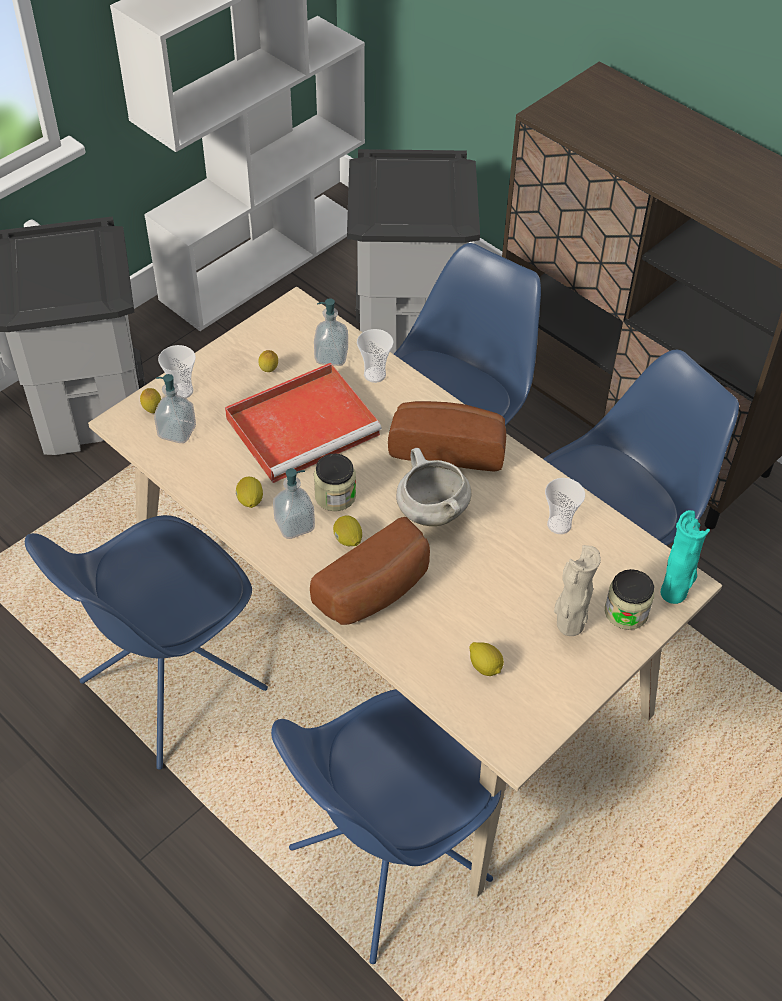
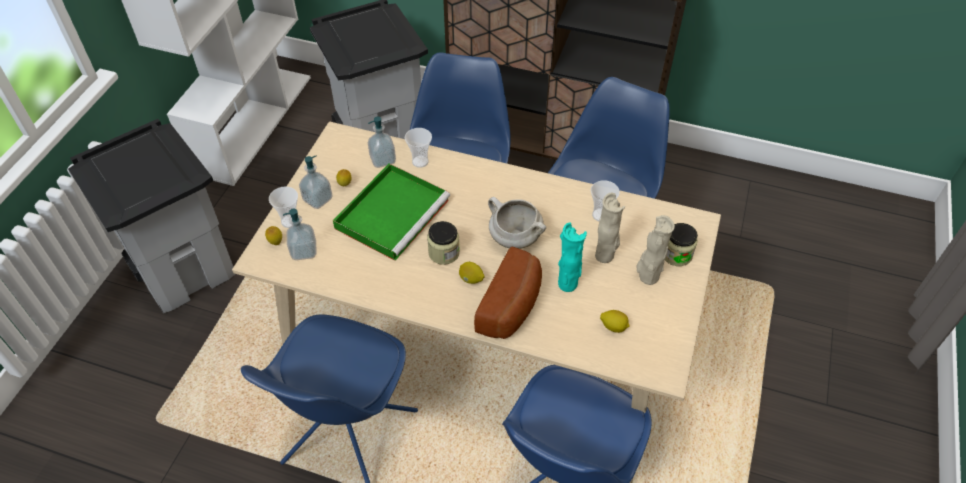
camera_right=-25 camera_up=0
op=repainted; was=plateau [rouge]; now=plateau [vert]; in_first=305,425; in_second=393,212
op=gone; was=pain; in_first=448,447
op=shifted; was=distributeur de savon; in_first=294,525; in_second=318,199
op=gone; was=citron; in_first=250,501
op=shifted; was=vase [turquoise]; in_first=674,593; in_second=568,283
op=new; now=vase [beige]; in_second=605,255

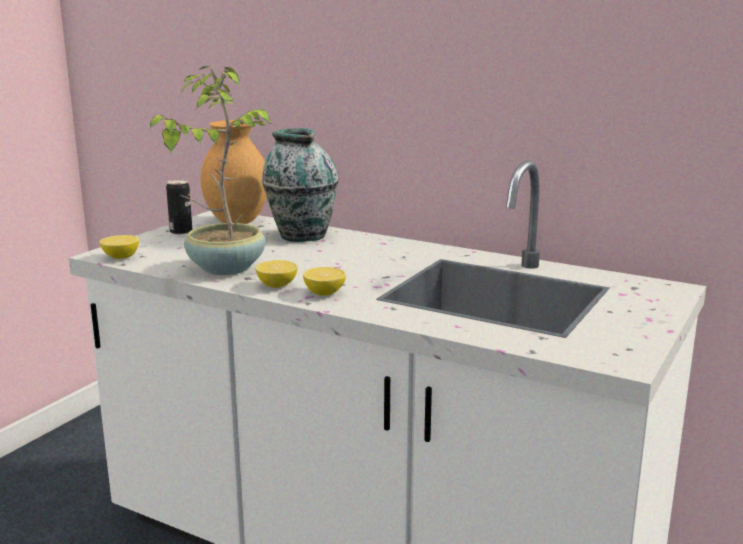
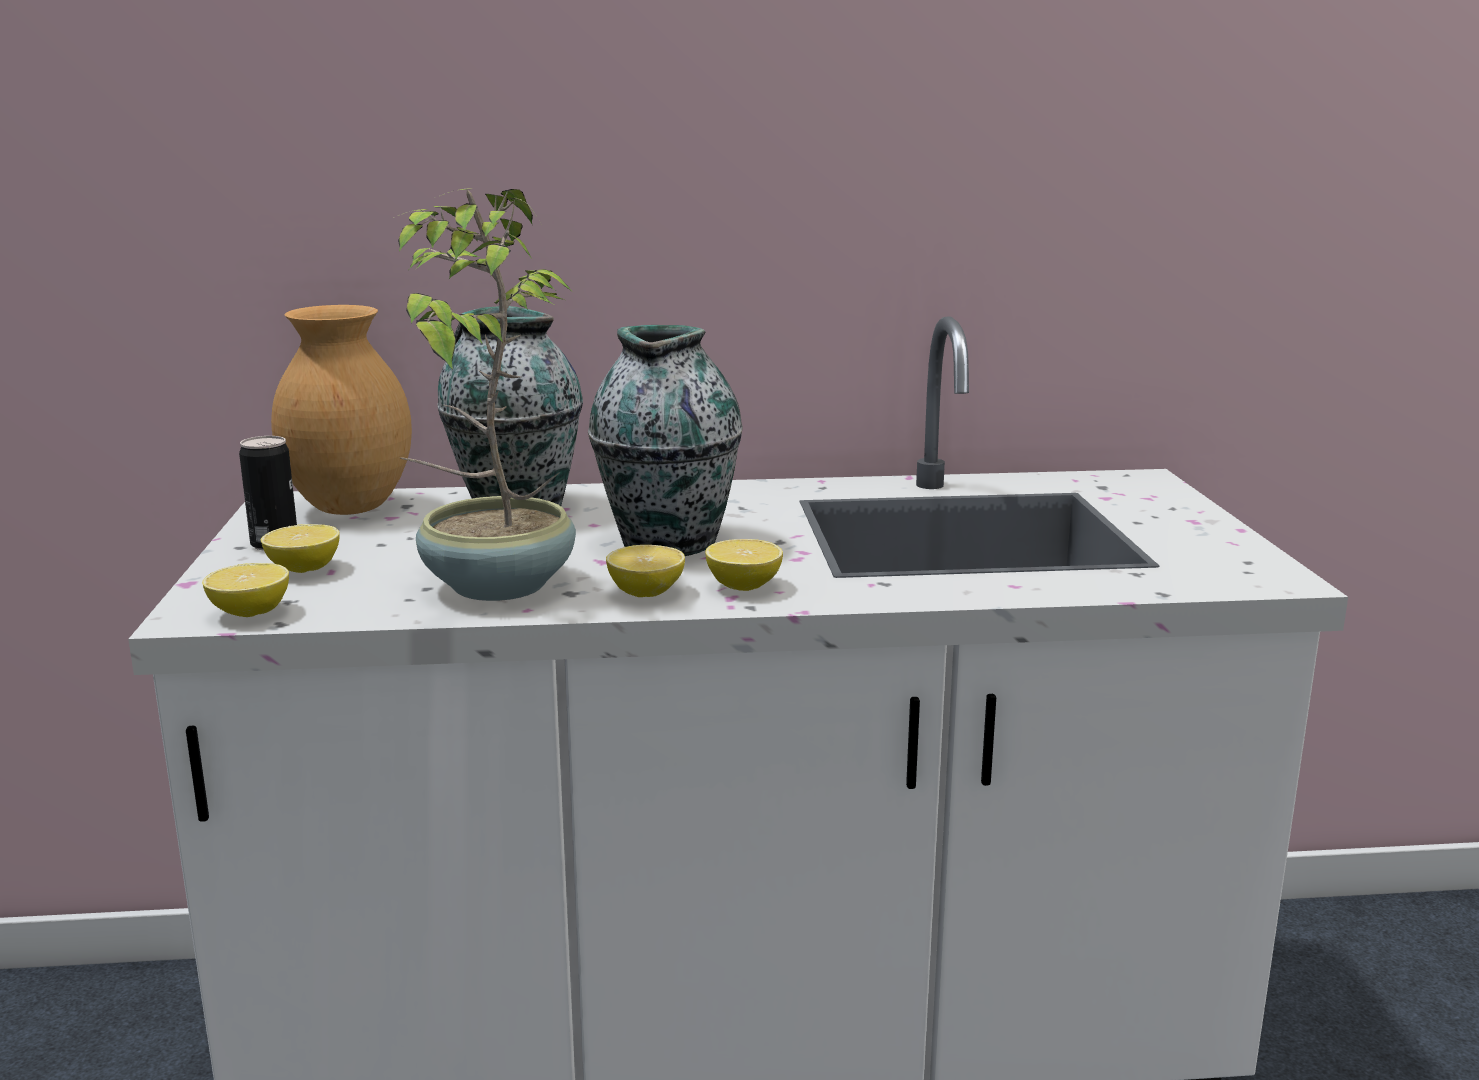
camera_right=-35 camera_up=0
op=new; now=vase; in_second=668,542
op=new; now=citron; in_second=304,569

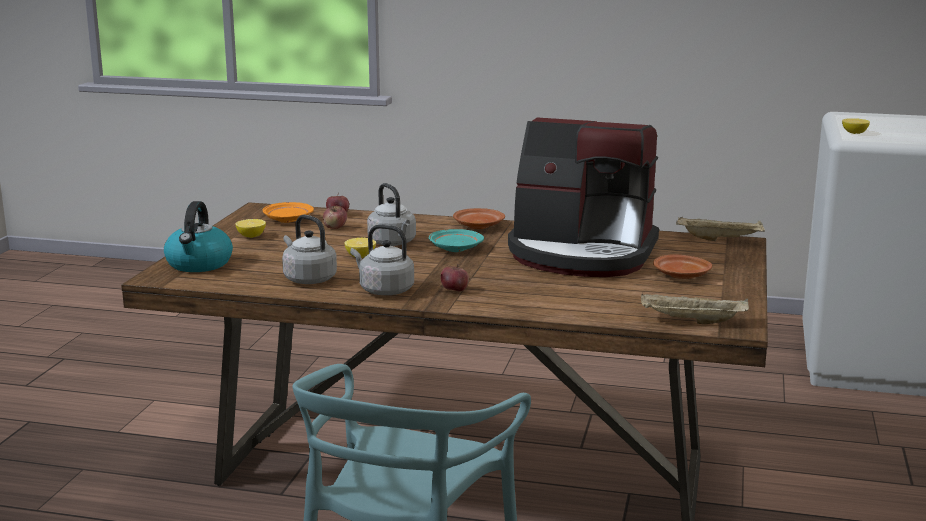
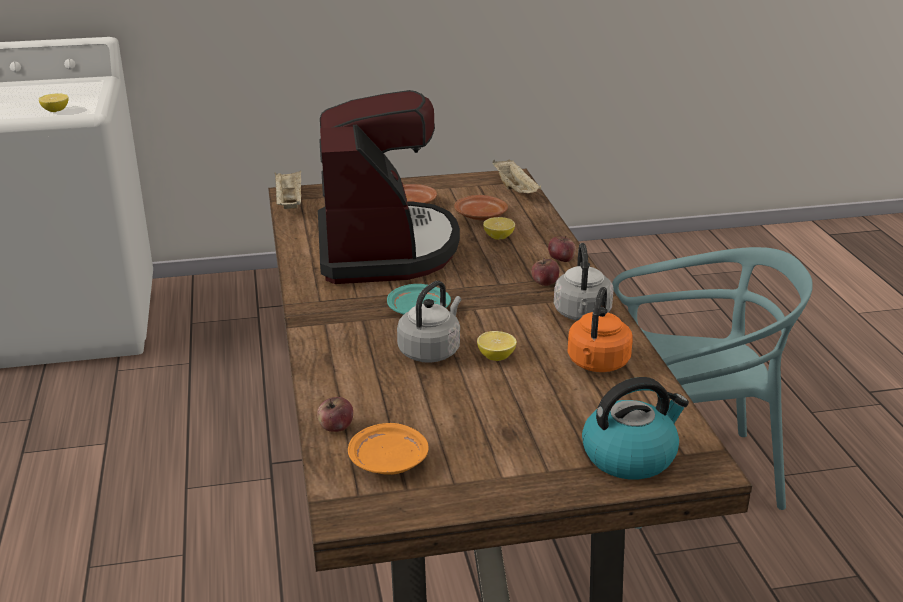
camera_right=-115 camera_up=10
op=shifted; was=pomme; in_first=335,227; in_second=561,259
op=shifted; was=assiette [marron]; in_first=478,226; in_second=481,216
op=repainted; was=bouilloire [gris]; now=bouilloire [orange]; in_first=308,279; in_second=597,364
op=shifted; was=citron; in_first=251,236; in_second=498,237

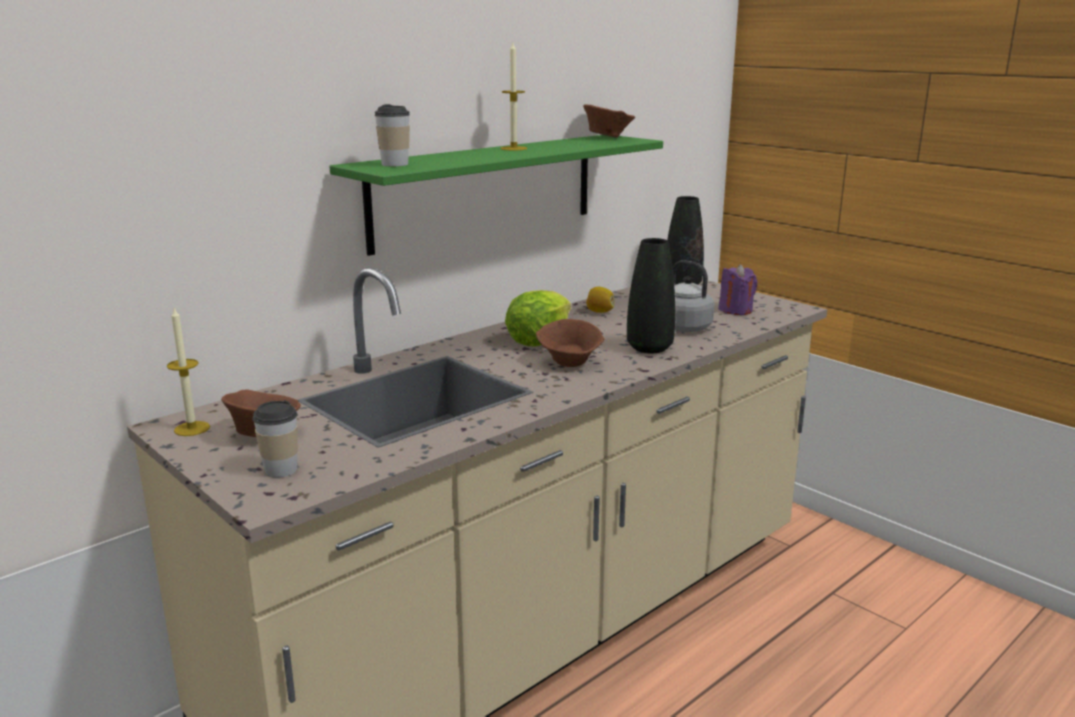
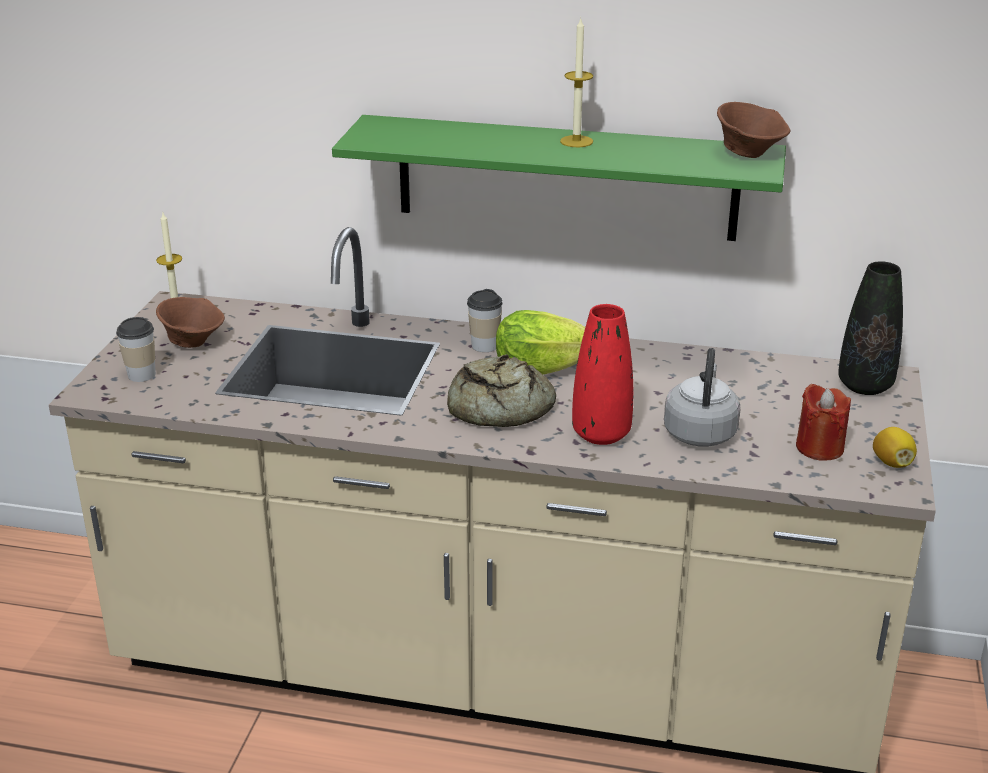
camera_right=55 camera_up=10
op=shifted; was=tasse; in_first=395,164; in_second=484,346
op=repainted; was=vase [noir]; now=vase [rouge]; in_first=649,348; in_second=601,434
op=repainted; was=bougie [violet]; now=bougie [rouge]; in_first=736,310; in_second=819,447
op=shifted; was=citron; in_first=599,312; in_second=892,463
op=swapped; was=bol [marron]; now=pain; in_first=570,363; in_second=498,407

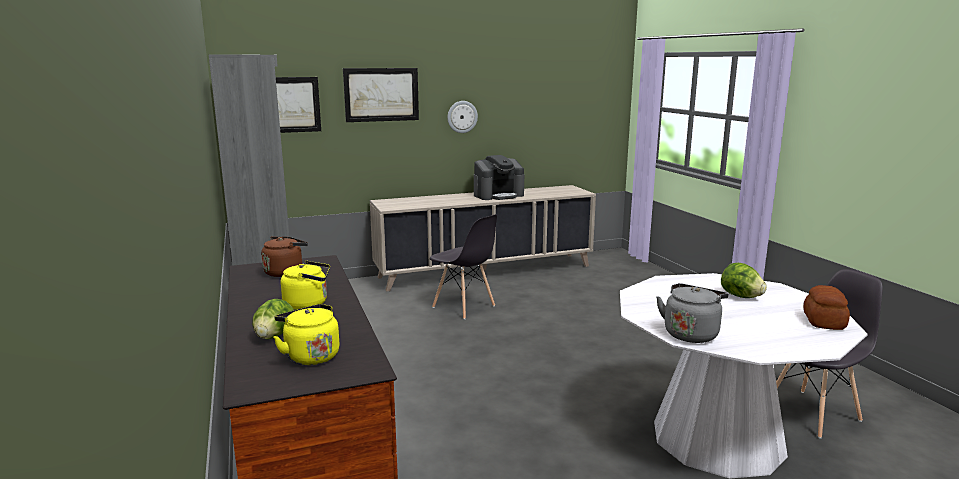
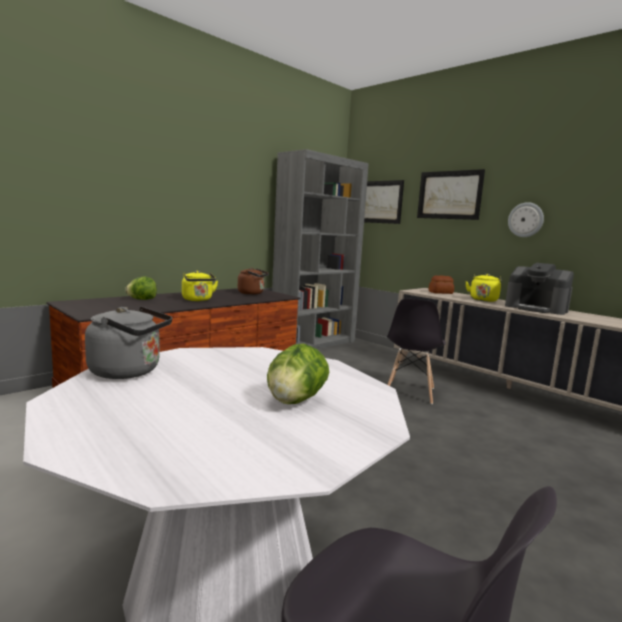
camera_right=65 camera_up=-5
op=shifted; was=pain; in_first=824,321; in_second=441,293
op=shifted; was=bouilloire [jaune]; in_first=310,356; in_second=483,300

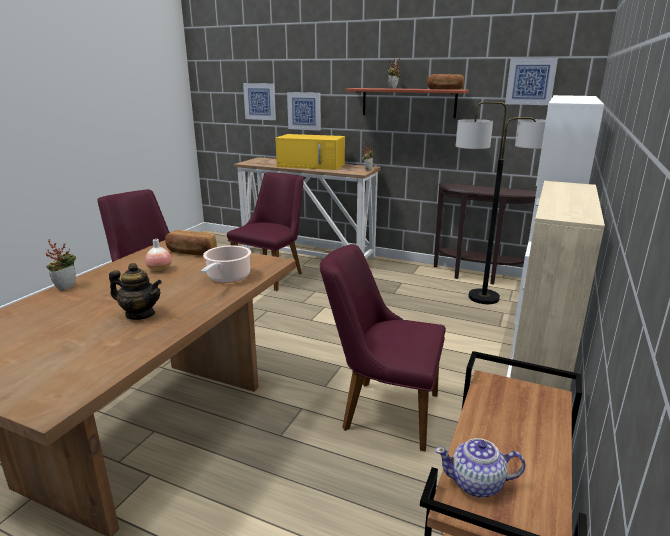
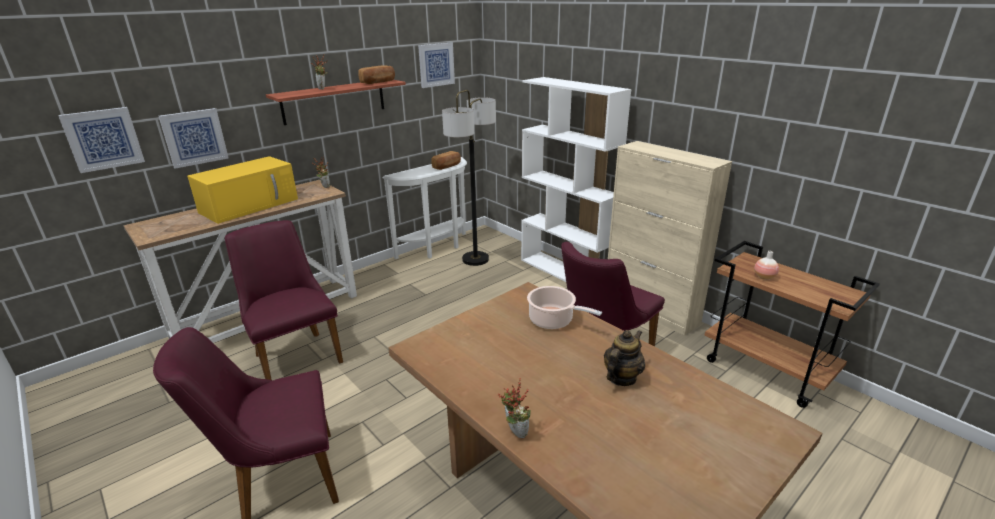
camera_right=-65 camera_up=5
op=repainted; was=table console [marron]; now=table console [blanc]; in_first=477,276; in_second=437,248
op=shifted; was=pain; in_first=191,252; in_second=447,166
op=shifted; was=vase; in_first=159,269; in_second=764,277
op=gone; was=théière; in_first=477,484

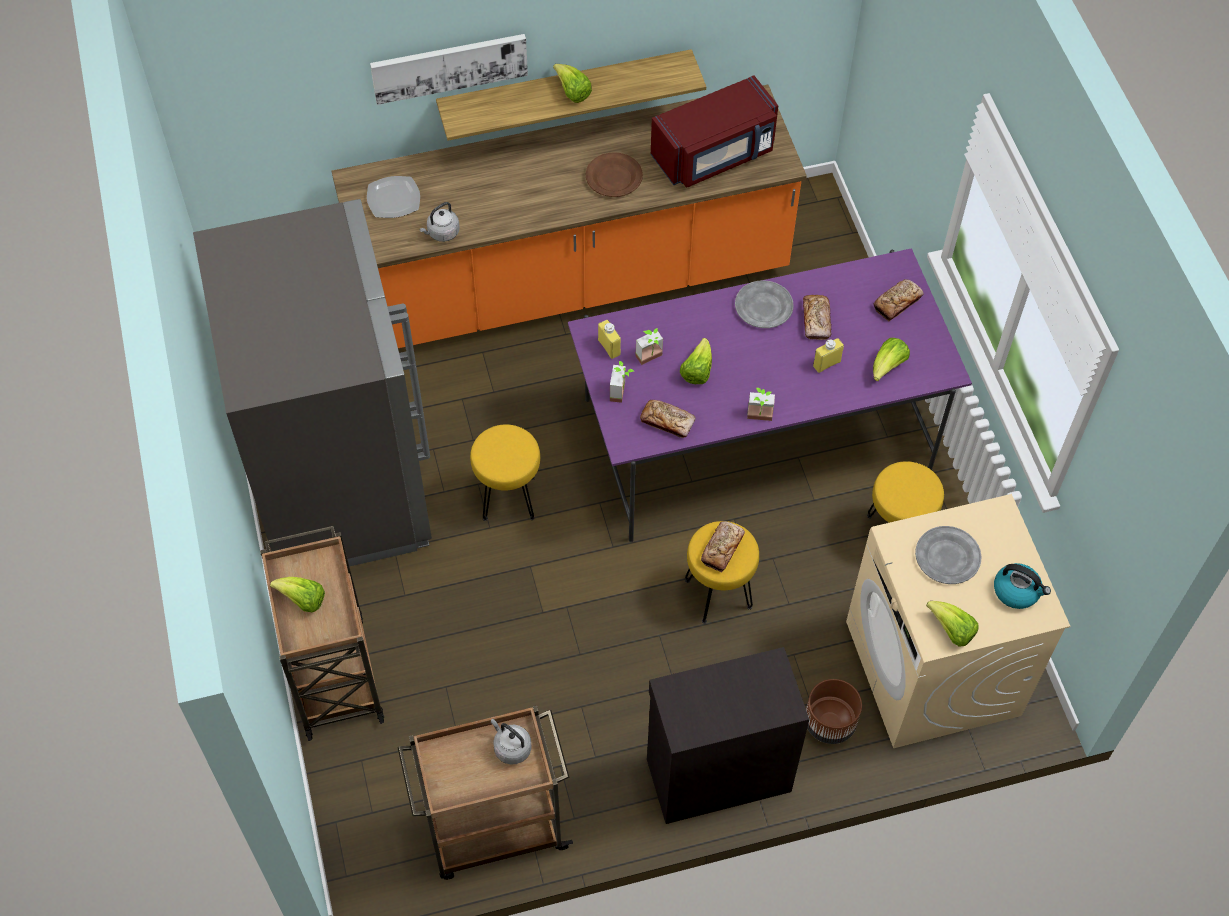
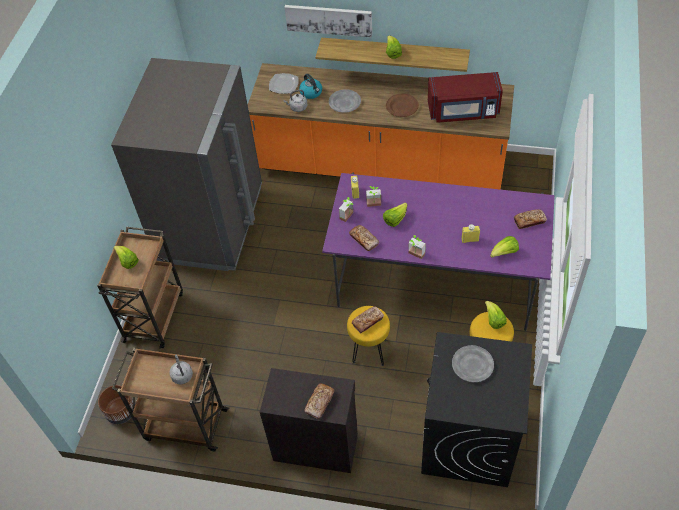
camera_right=30 camera_up=-5
op=shifted; was=assiette [gris]; in_first=763,307; in_second=344,102
op=shifted; was=pain; in_first=816,320; in_second=320,402
op=gone; was=tabouret [jaune]; in_first=508,497
op=repainted; was=lave-linge [beige]; now=lave-linge [noir]; in_first=933,669; in_second=468,439
op=shifted; was=bouilloire; in_first=1017,591; in_second=311,92
op=shifted; was=laitue; in_first=951,630; in_second=494,320
op=shifted; was=cache-pot [marron]; in_first=829,723; in_second=120,412

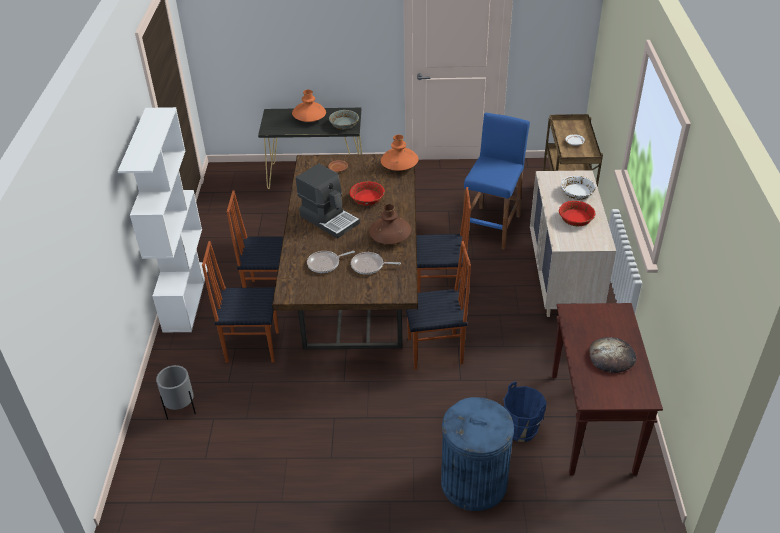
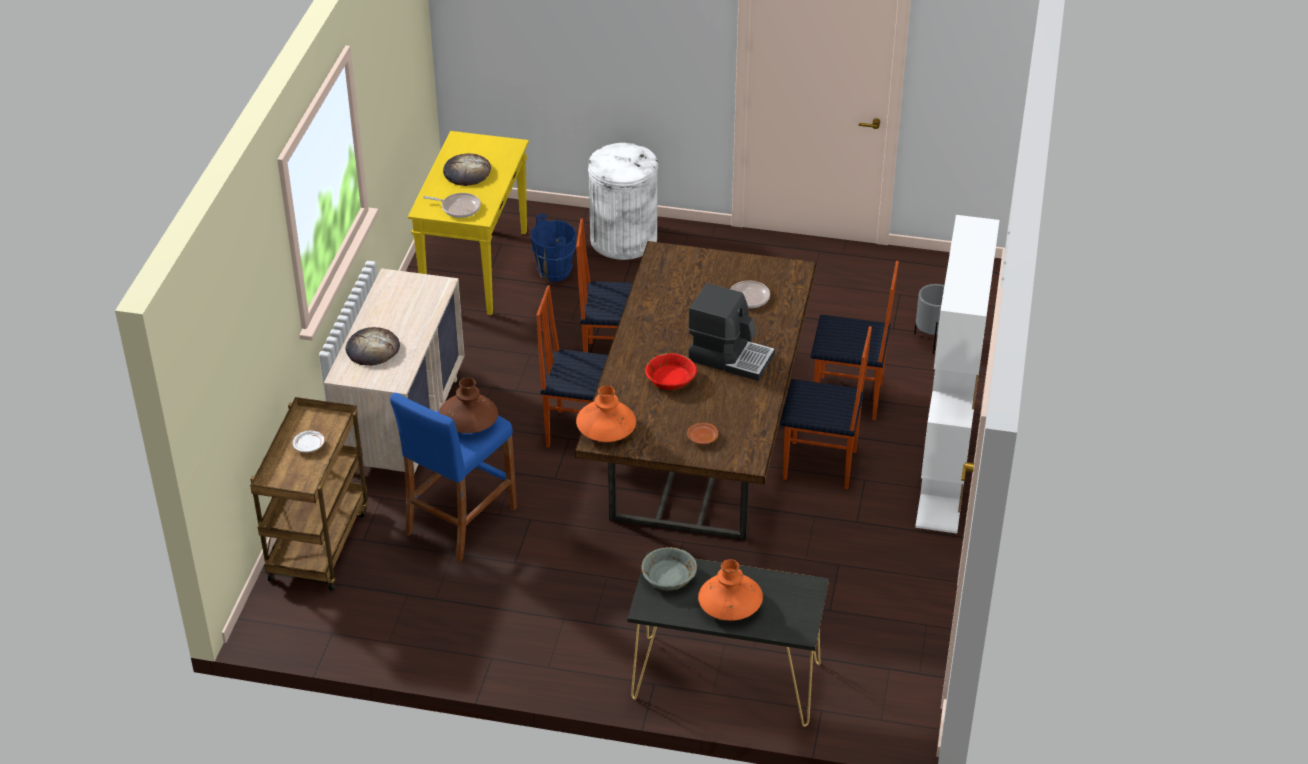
camera_right=-170 camera_up=0
op=rotated; was=machine à café; in_first=329,219; in_second=730,357; clockwise=150
op=swapped; was=bol [blanc]; now=pain; in_first=577,193; in_second=372,349
op=gone; was=bol [rouge]; in_first=576,219
op=shifted; was=vase [marron]; in_first=390,236; in_second=469,422
op=shifted; was=poêle; in_first=369,266; in_second=458,208
op=repainted; was=table console [marron]; now=table console [jaune]; in_first=592,423; in_second=475,268
op=repainted; was=poubelle [bleu]; now=poubelle [blanc]; in_first=473,483; in_second=624,239

